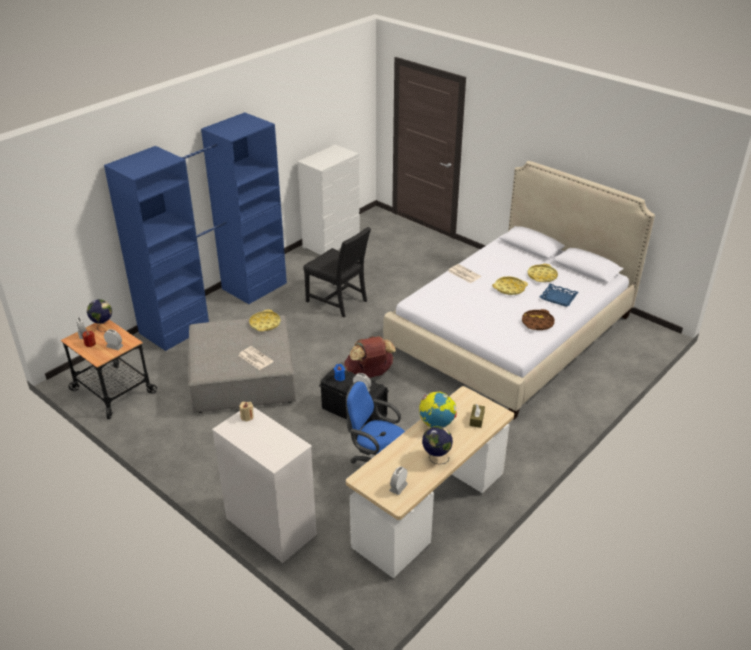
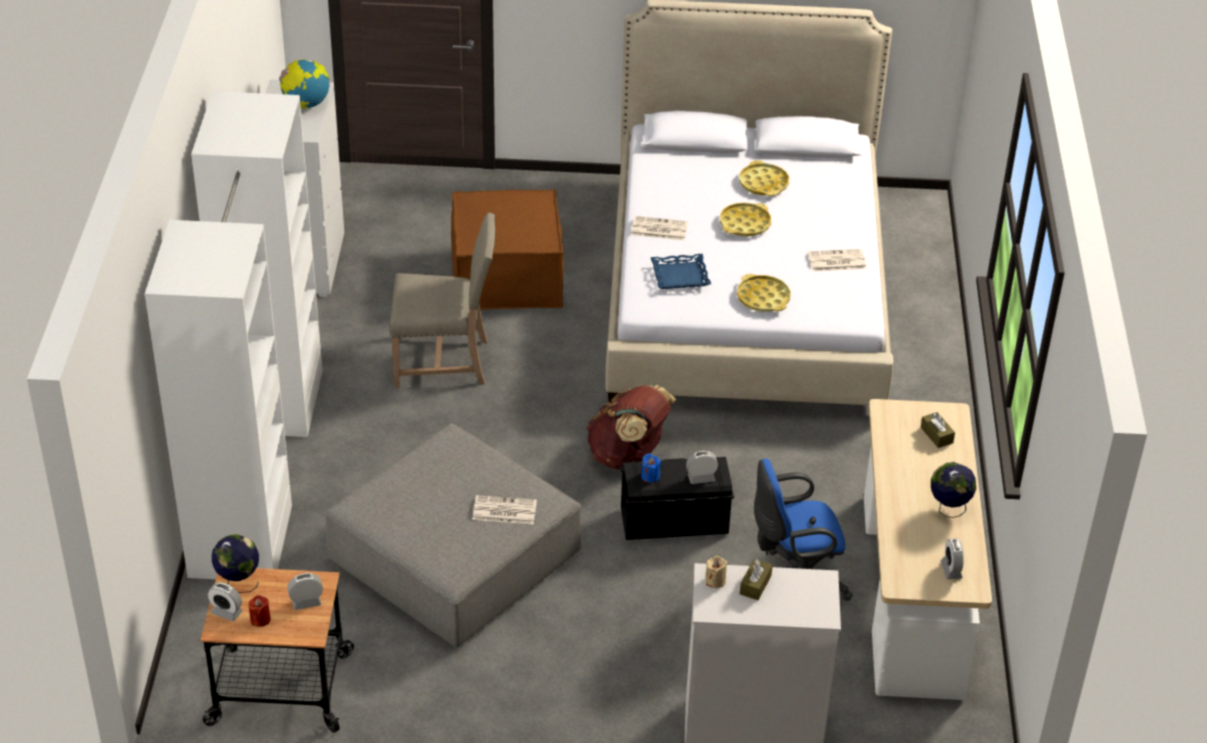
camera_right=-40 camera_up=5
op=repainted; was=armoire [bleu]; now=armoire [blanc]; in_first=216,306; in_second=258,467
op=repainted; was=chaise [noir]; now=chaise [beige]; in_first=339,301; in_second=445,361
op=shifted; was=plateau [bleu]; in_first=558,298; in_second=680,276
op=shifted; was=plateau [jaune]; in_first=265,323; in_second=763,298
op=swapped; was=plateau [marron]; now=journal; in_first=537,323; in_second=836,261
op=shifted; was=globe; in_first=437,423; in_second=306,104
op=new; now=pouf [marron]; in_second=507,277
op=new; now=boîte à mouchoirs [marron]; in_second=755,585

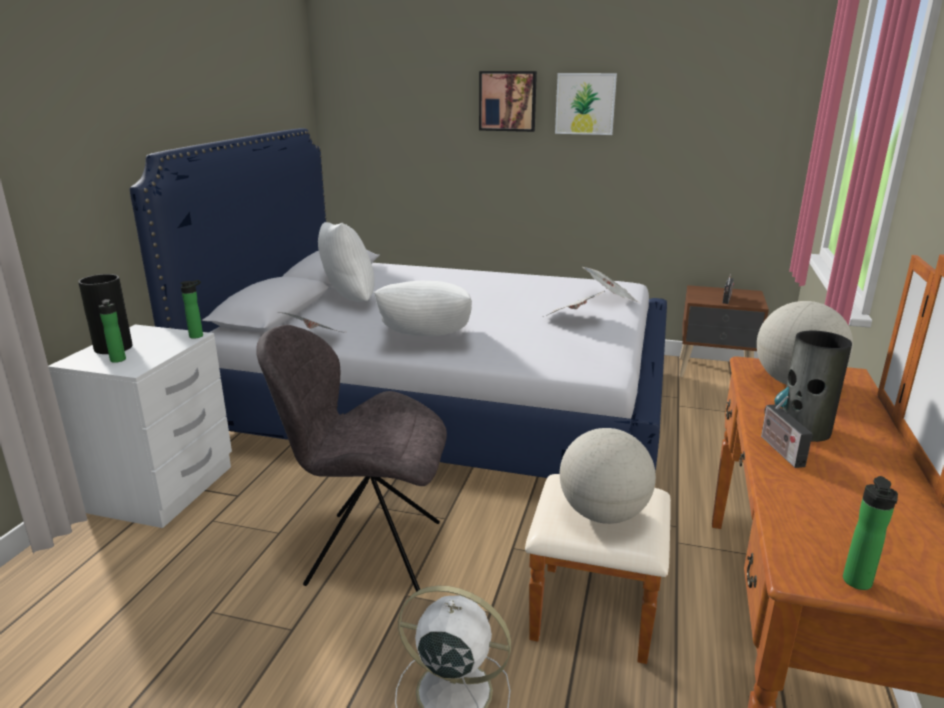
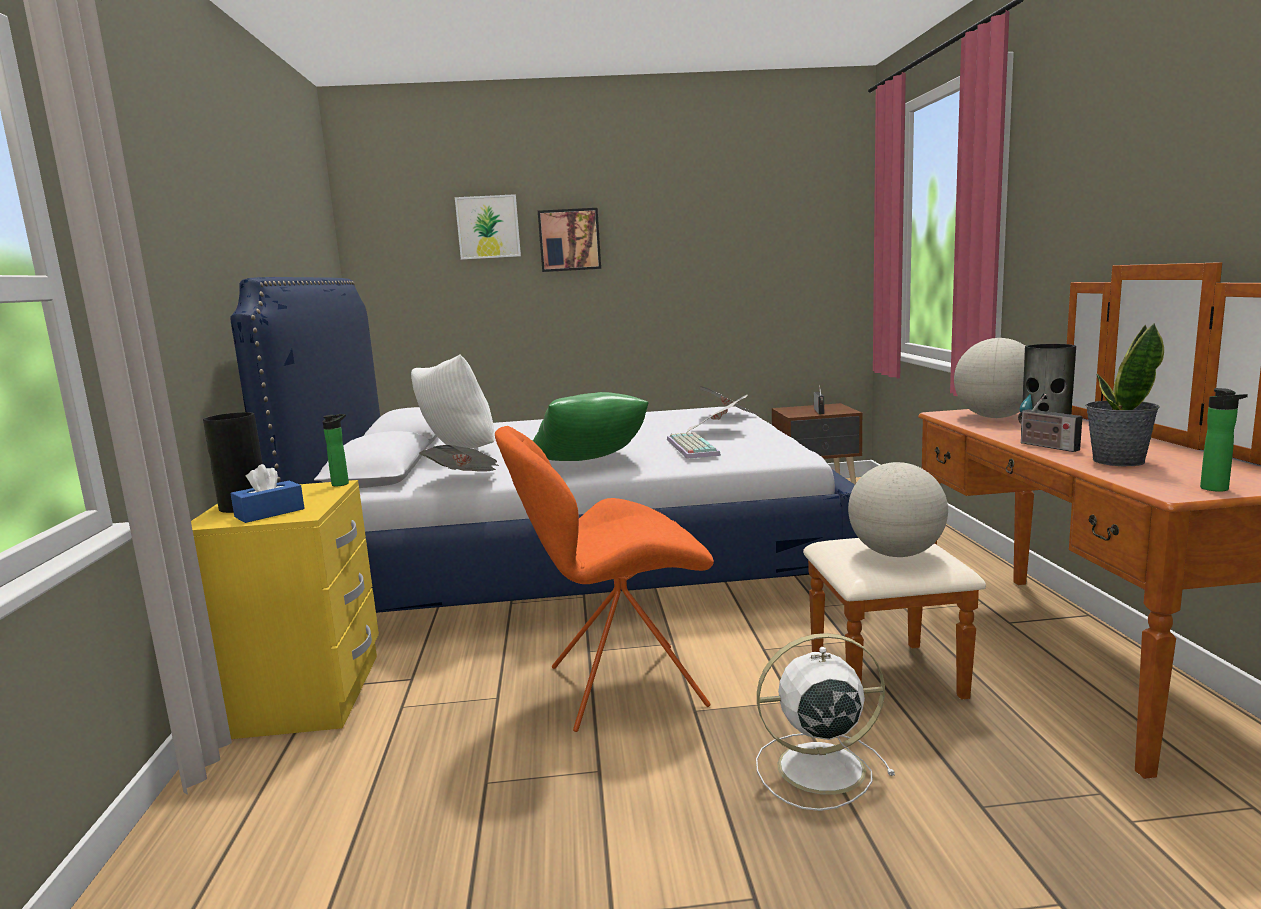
camera_right=-20 camera_up=-10
op=shifted; was=tableau; in_first=585,104; in_second=488,227
op=repainted; was=coussin [blanc]; now=coussin [vert]; in_first=425,340; in_second=590,463
op=swapped; was=bouteille; now=boîte à mouchoirs [bleu]; in_first=118,360; in_second=270,513
op=repainted; was=table de chevet [blanc]; now=table de chevet [jaune]; in_first=164,489; in_second=307,695
op=repainted; was=chaise [gris]; now=chaise [orange]; in_first=369,551; in_second=619,687
op=new; now=plante en pot; in_second=1117,461
op=new; now=clavier; in_second=690,447

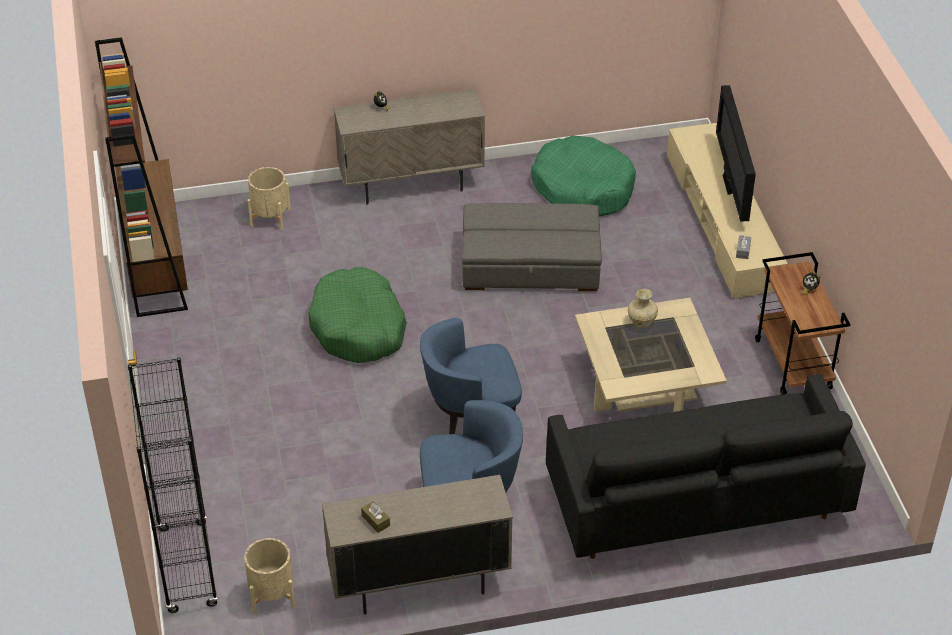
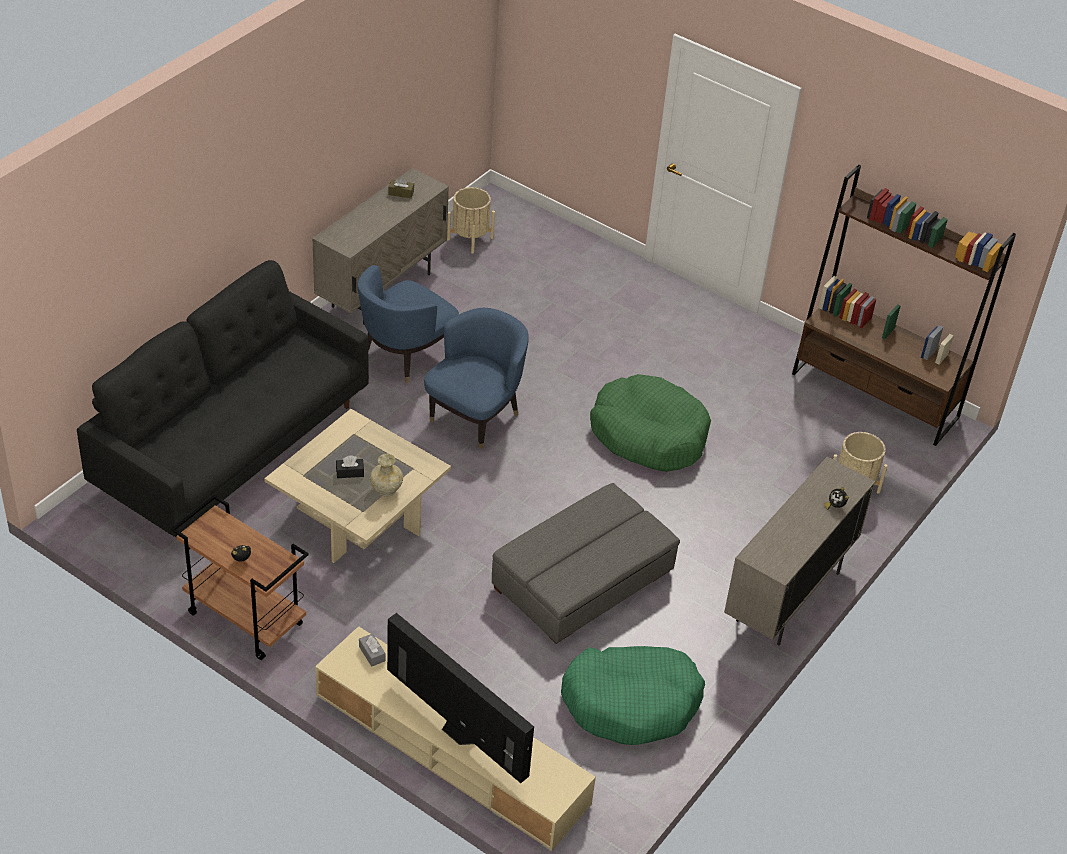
camera_right=135 camera_up=0
op=gone; was=bibliothèque [noir]; in_first=187,567
op=new; now=boîte à mouchoirs [noir]; in_second=350,472

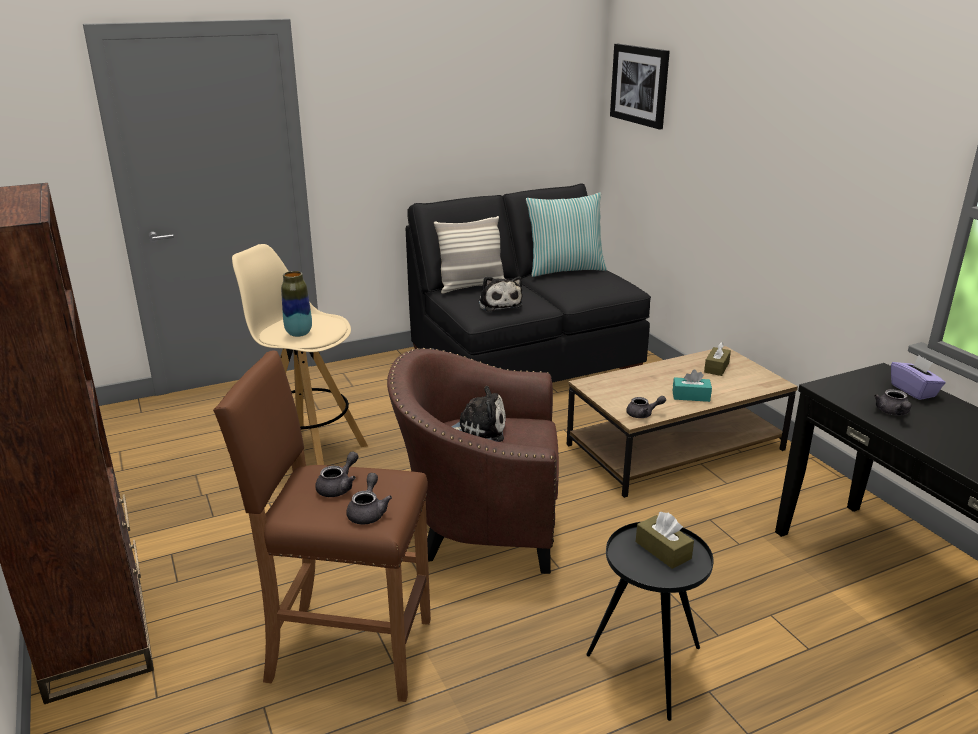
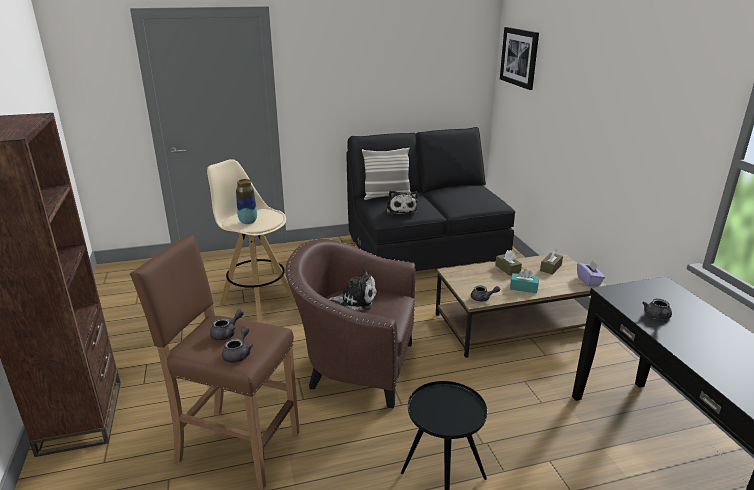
camera_right=10 camera_up=0
op=gone; was=coussin; in_first=565,269
op=shifted; was=boîte à mouchoirs [violet]; in_first=913,391; in_second=589,281
op=shifted; was=boîte à mouchoirs [marron]; in_first=663,550; in_second=507,269

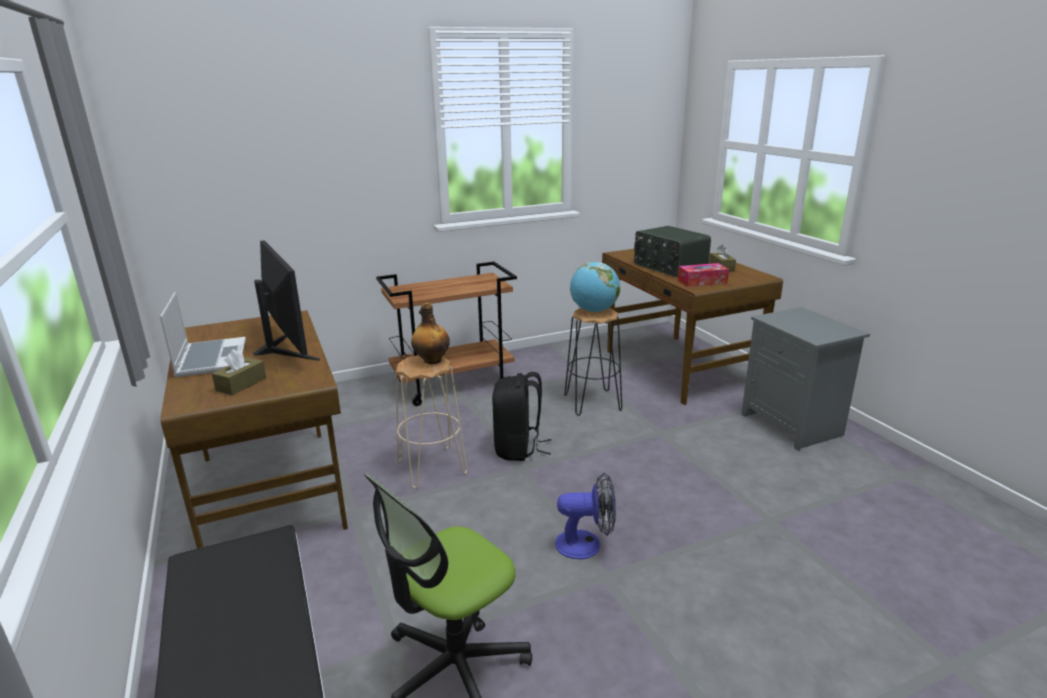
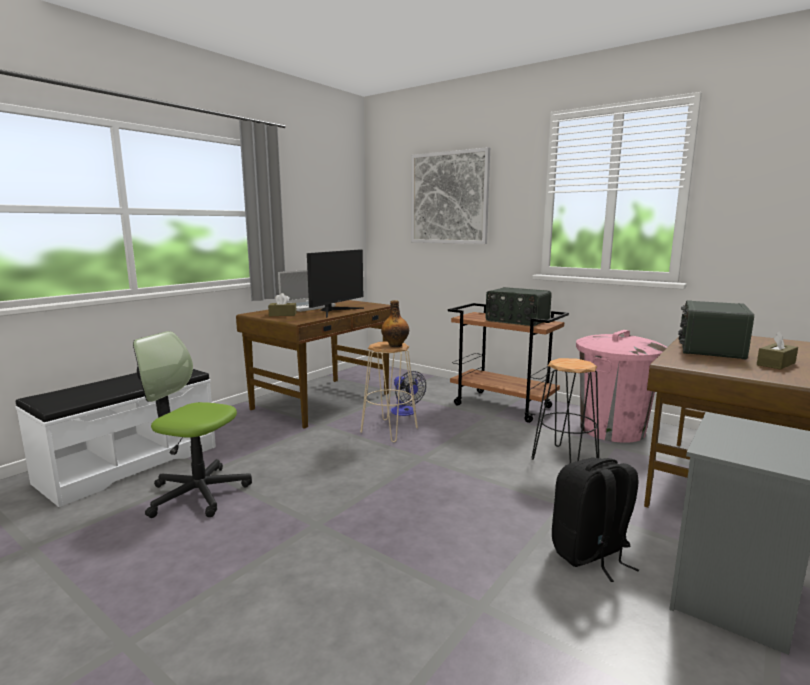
camera_right=60 camera_up=-10
op=gone; was=globe; in_first=594,311
op=gone; was=boîte à mouchoirs; in_first=702,281
op=shifted; was=sac à dos [noir]; in_first=518,449; in_second=590,554
op=shifted; was=ventilateur; in_first=586,544; in_second=405,412
op=new; now=tableau; in_second=449,198
op=new; now=radio; in_second=517,321
op=new; now=poubelle [rose]; in_second=611,429

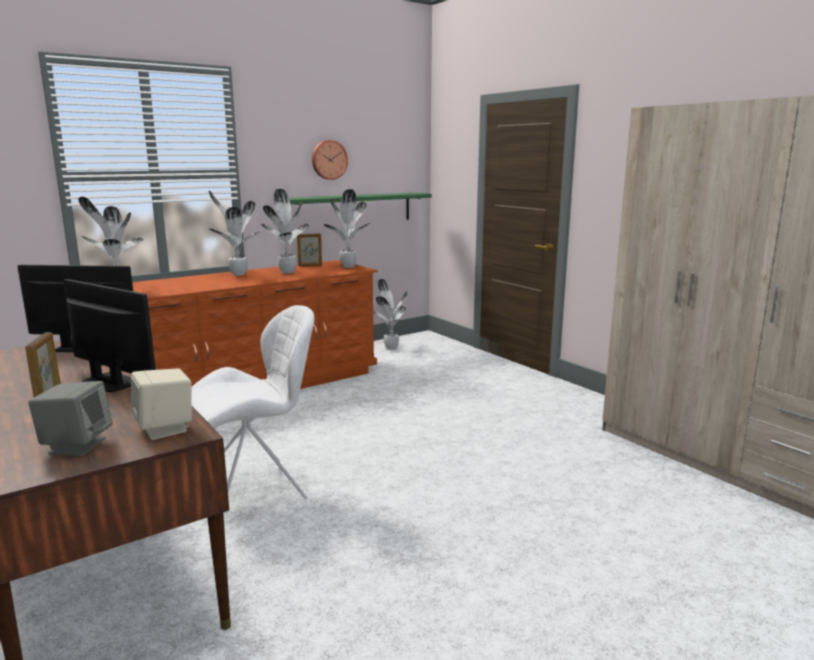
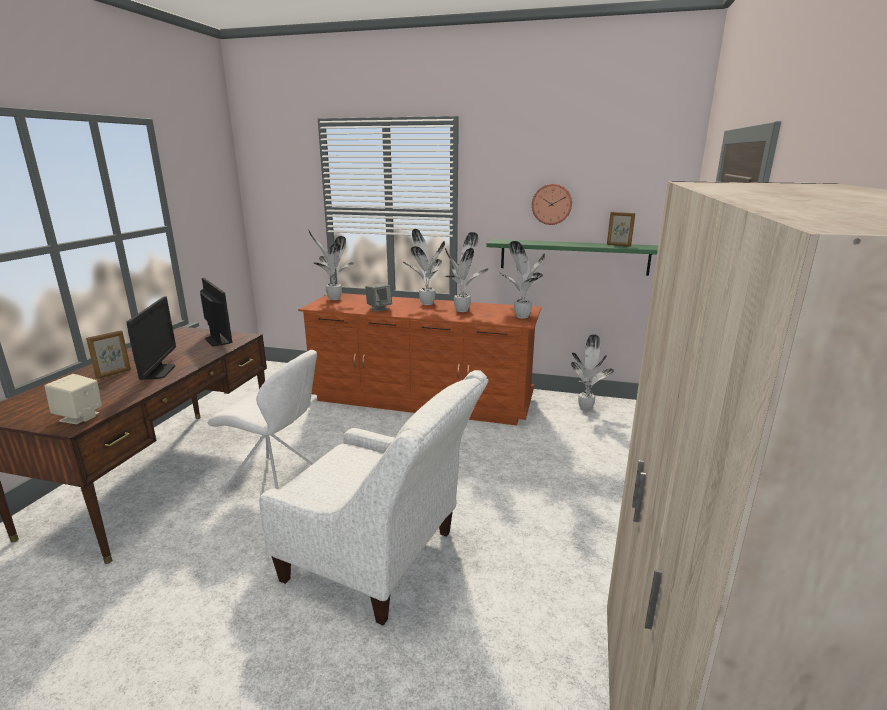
camera_right=50 camera_up=5
op=shifted; was=cadre photo; in_first=310,265; in_second=618,245
op=shifted; was=enceinte [gris]; in_first=76,446; in_second=379,308
op=new; now=fauteuil [blanc]; in_second=381,560

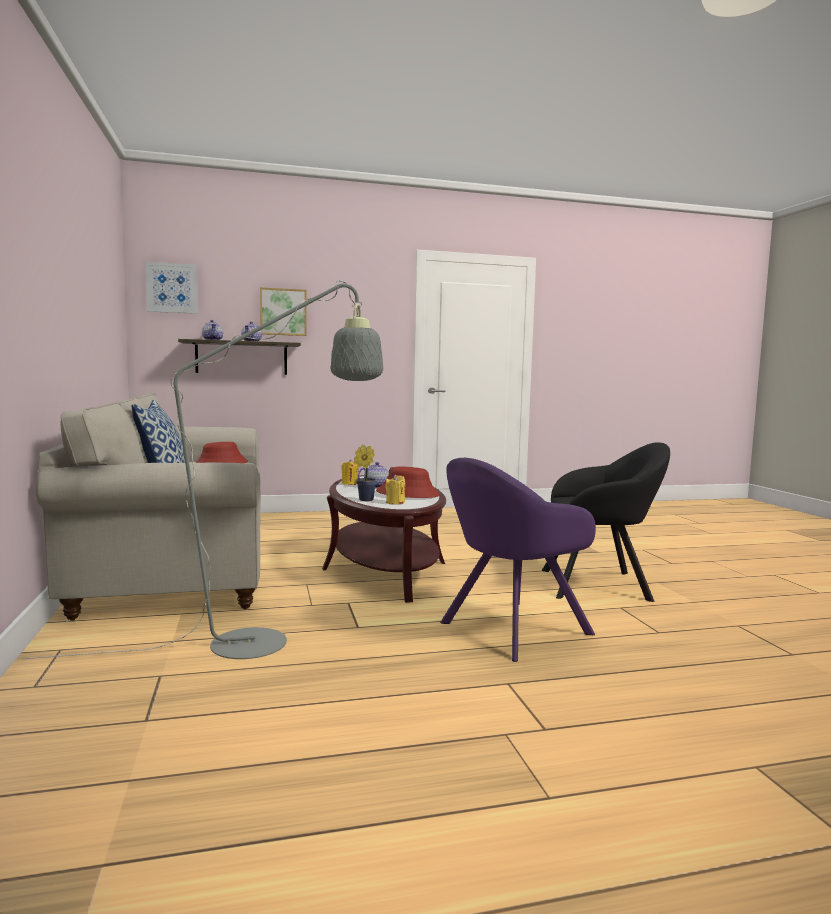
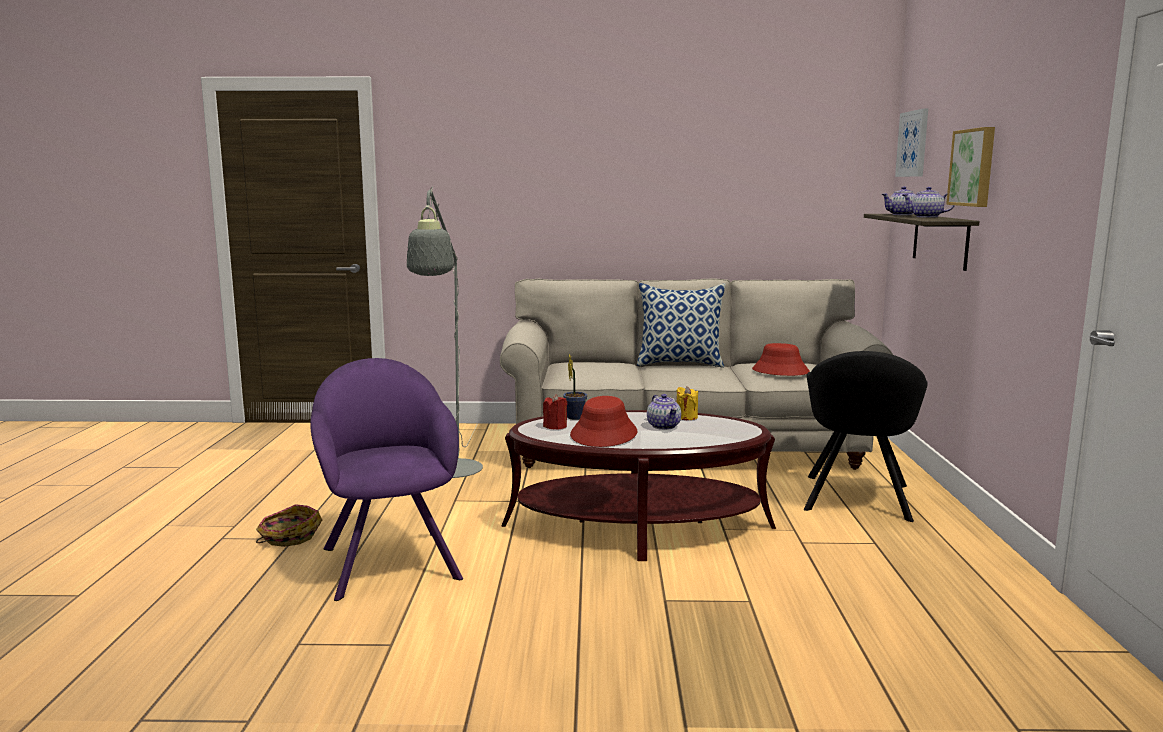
camera_right=105 camera_up=5
op=shifted; was=fauteuil [noir]; in_first=601,585; in_second=856,500
op=repainted; was=bougie [jaune]; now=bougie [rouge]; in_first=395,502; in_second=555,426
op=new; now=panier; in_second=288,537

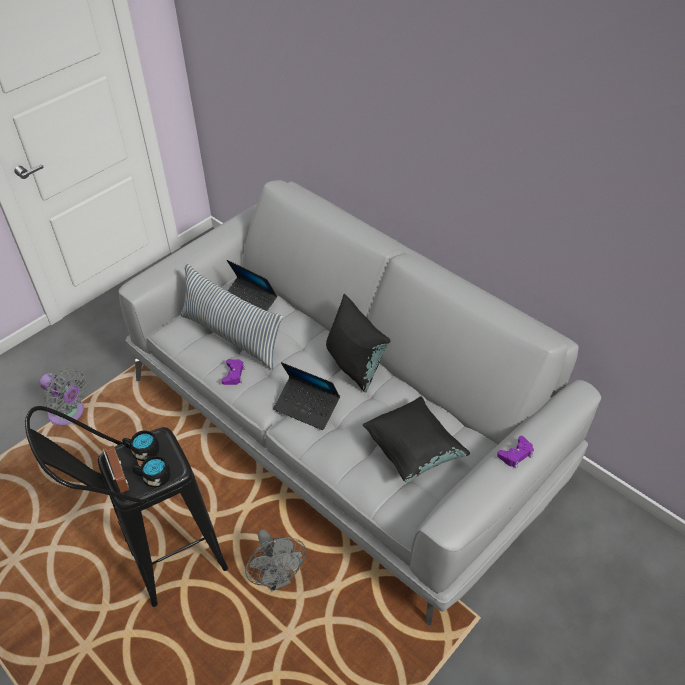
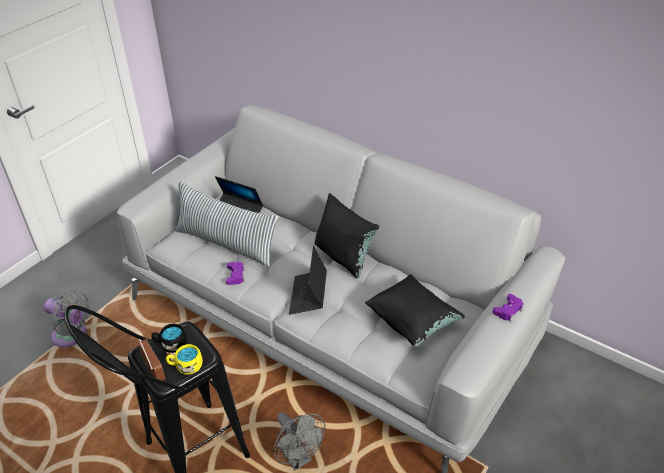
camera_right=-10 camera_up=-5
op=rotated; was=ordinateur portable; in_first=307,407; in_second=308,296; clockwise=75
op=repainted; was=mug [noir]; now=mug [jaune]; in_first=153,477; in_second=185,366

